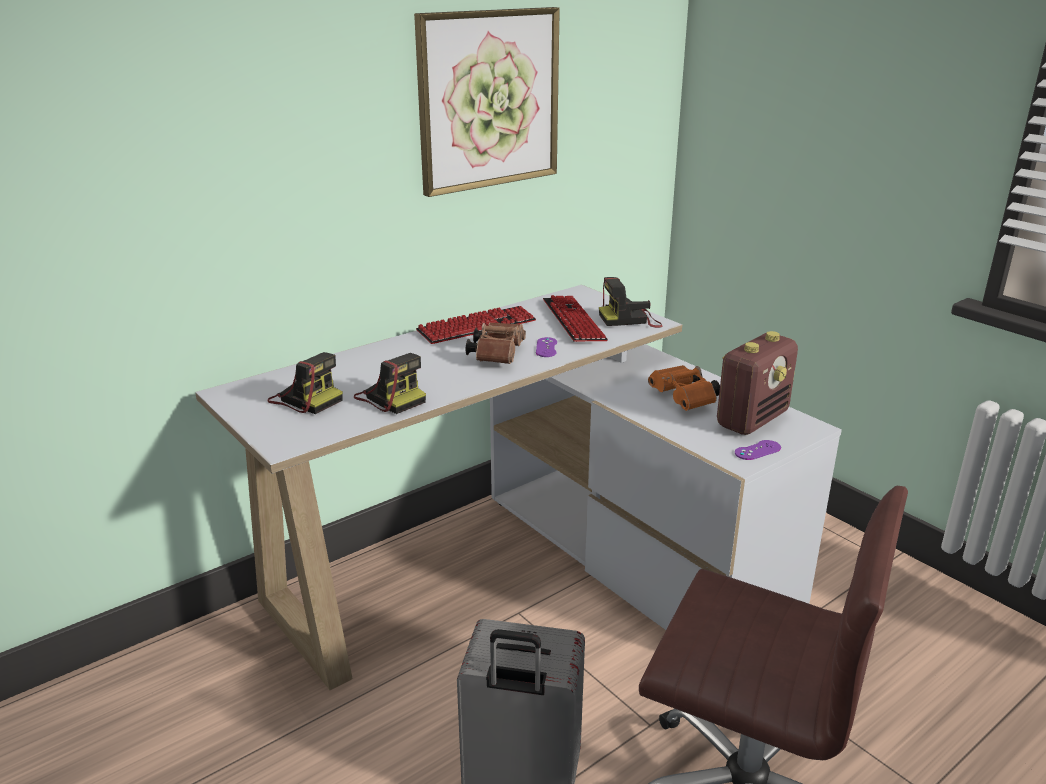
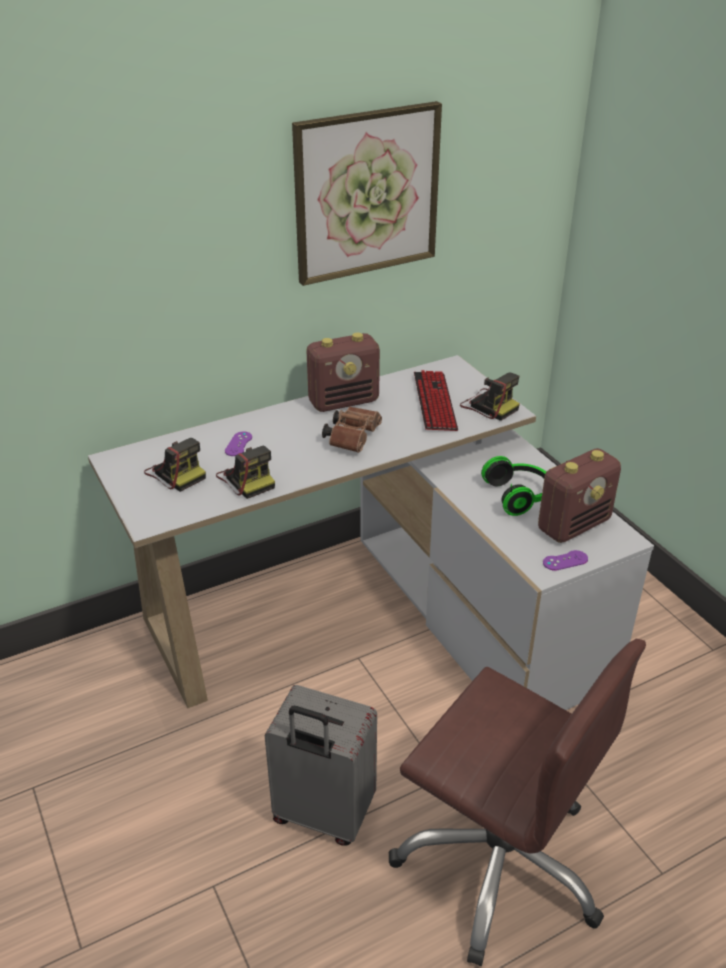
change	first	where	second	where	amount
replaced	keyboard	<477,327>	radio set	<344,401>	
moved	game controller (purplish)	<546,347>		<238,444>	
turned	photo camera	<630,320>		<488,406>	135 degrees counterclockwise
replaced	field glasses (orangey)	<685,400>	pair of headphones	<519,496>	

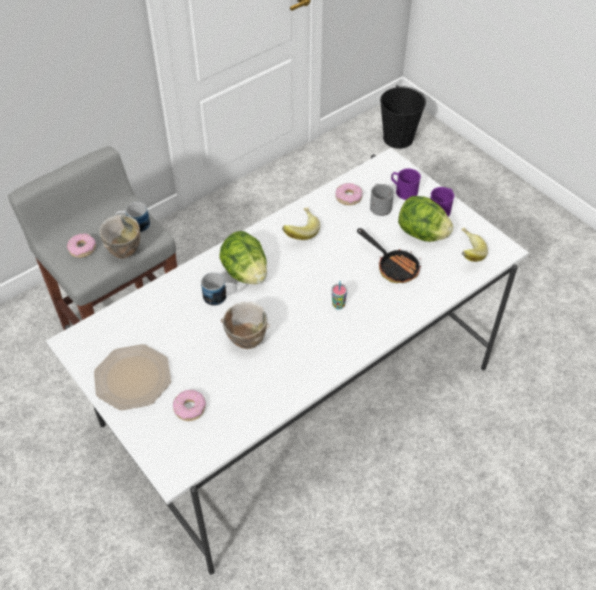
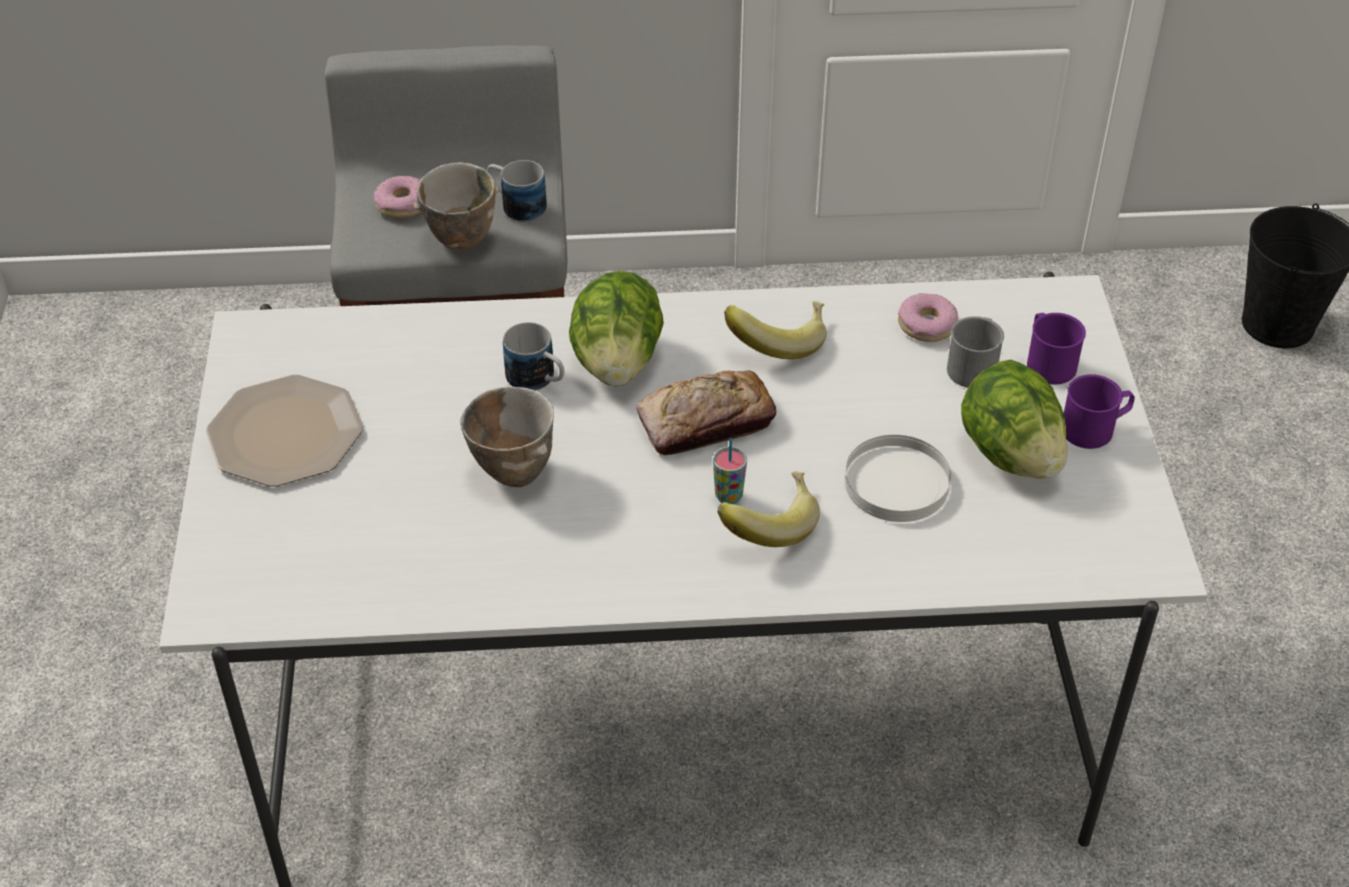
change	first	where	second	where	amount
removed	doughnut	<189,408>			
replaced	frying pan	<393,266>	plate (white-coloured)	<897,482>	
moved	banana fruit	<466,253>		<768,524>	
added			bakery bread	<706,423>	

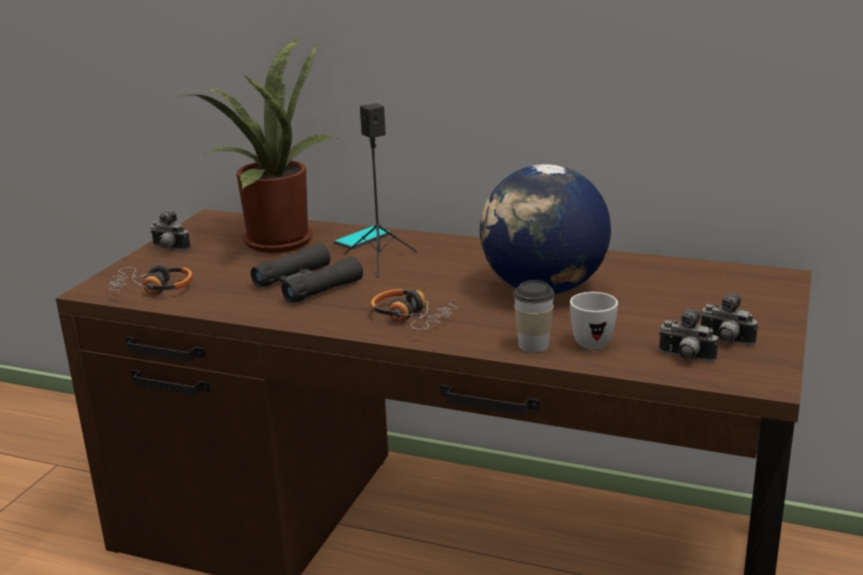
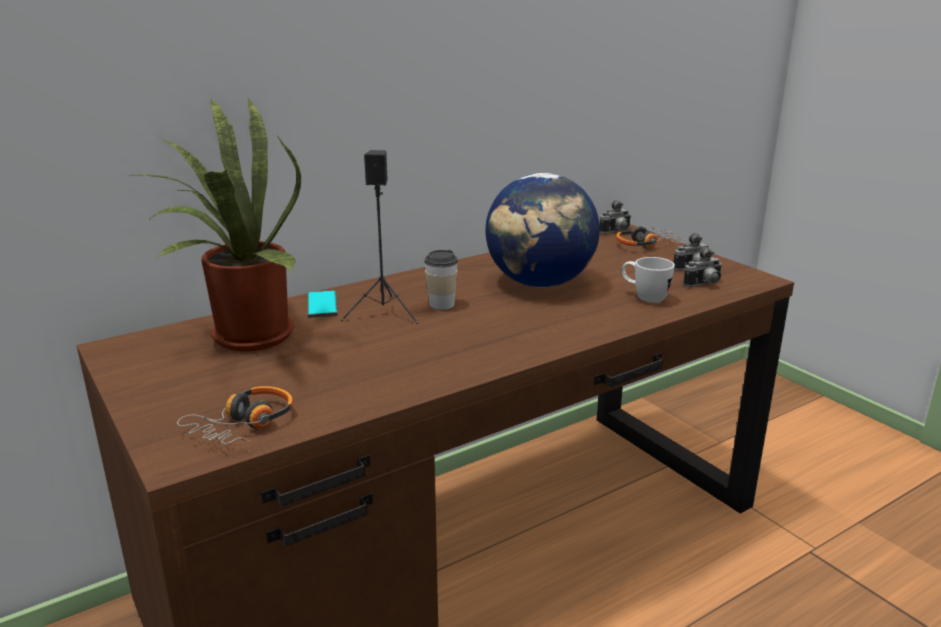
change	first	where	second	where	amount
moved	photo camera	<169,249>		<616,232>	
removed	field glasses (black)	<307,284>			
moved	pair of headphones	<412,317>		<647,245>	
moved	cup	<533,345>		<441,304>	

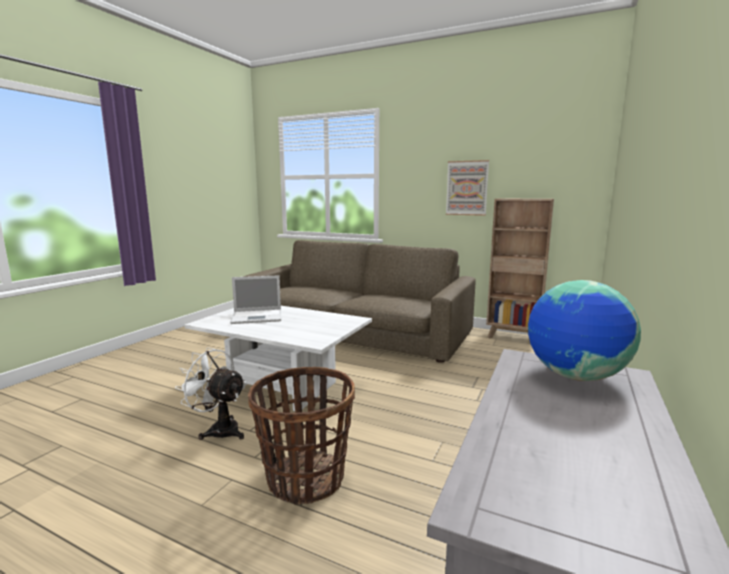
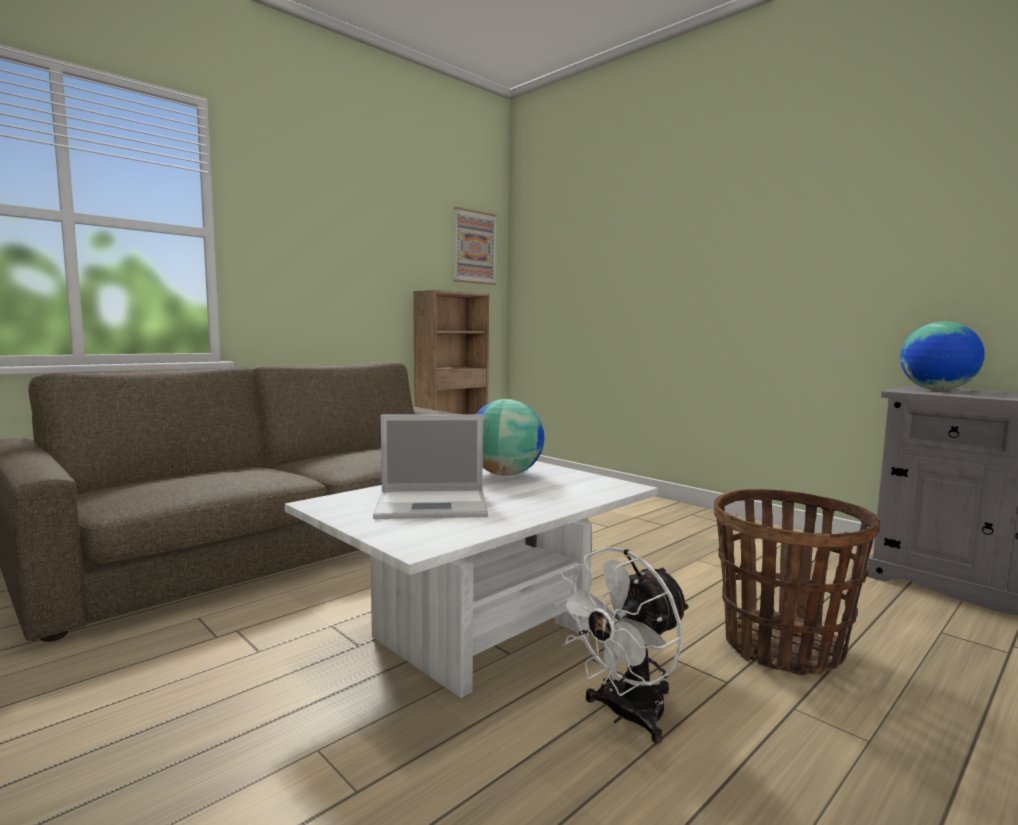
change	first	where	second	where	amount
turned	portable computer	<258,317>		<434,505>	75 degrees clockwise
moved	wall art	<467,188>		<474,247>	
added			desk globe	<505,474>	

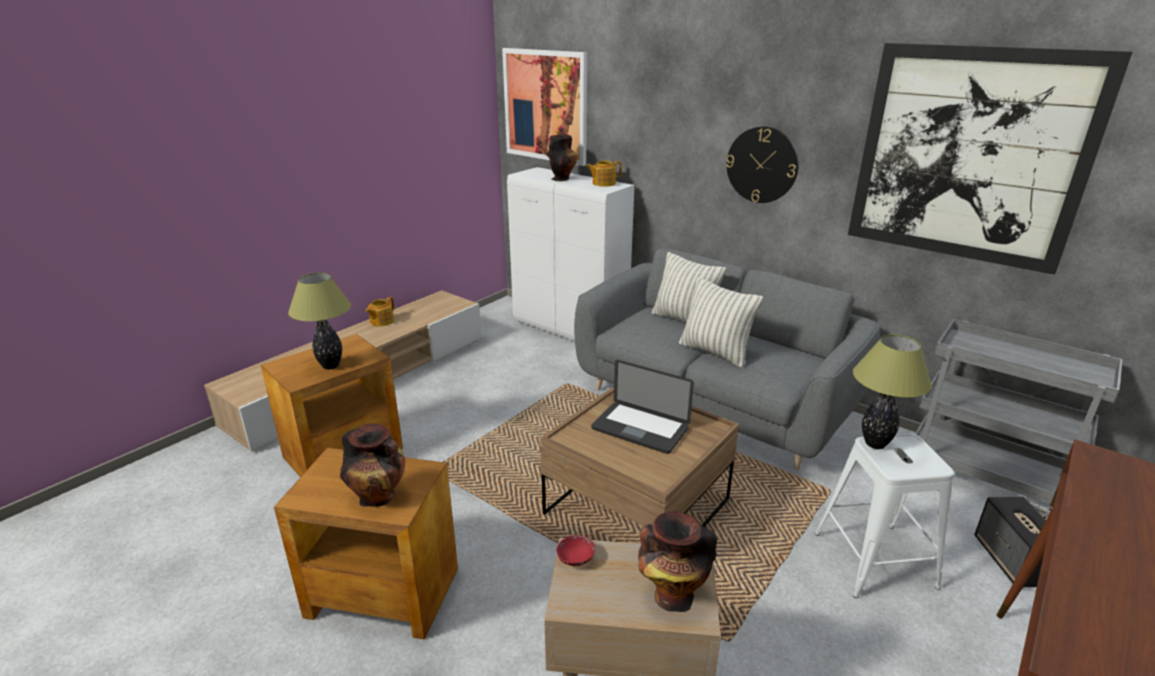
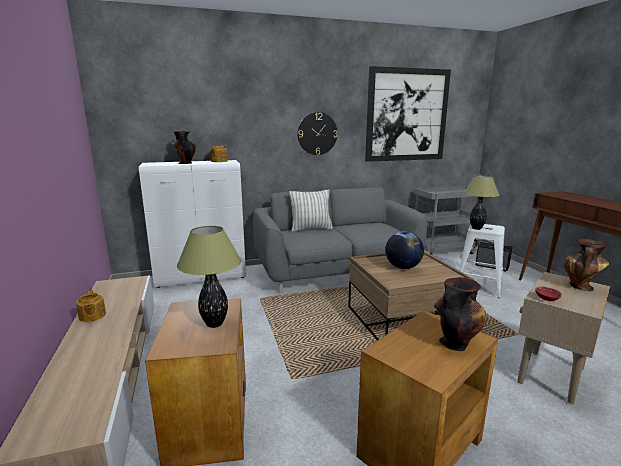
change	first	where	second	where	amount
removed	wall art	<545,106>			
replaced	portable computer	<640,428>	desk globe	<403,267>	
removed	pillow	<715,352>			

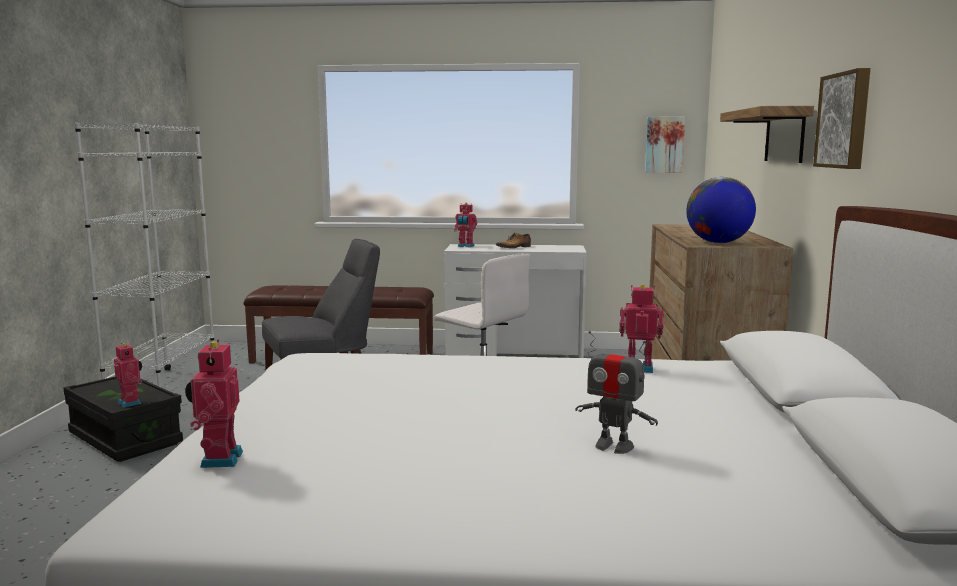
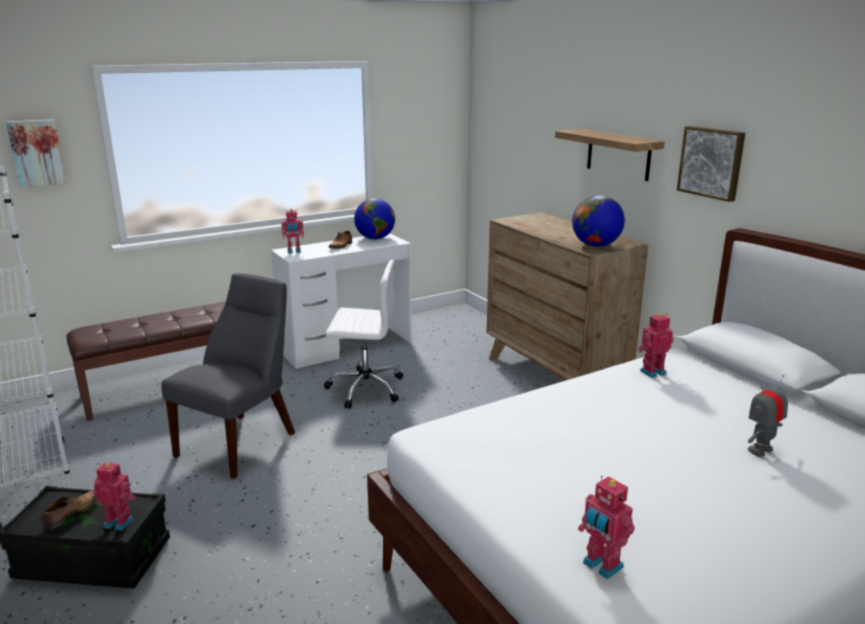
change	first	where	second	where	amount
turned	robot figure	<613,446>		<760,450>	150 degrees clockwise
moved	wall art	<664,145>		<36,153>	
added			low shoe	<72,513>	
added			desk globe	<375,238>	

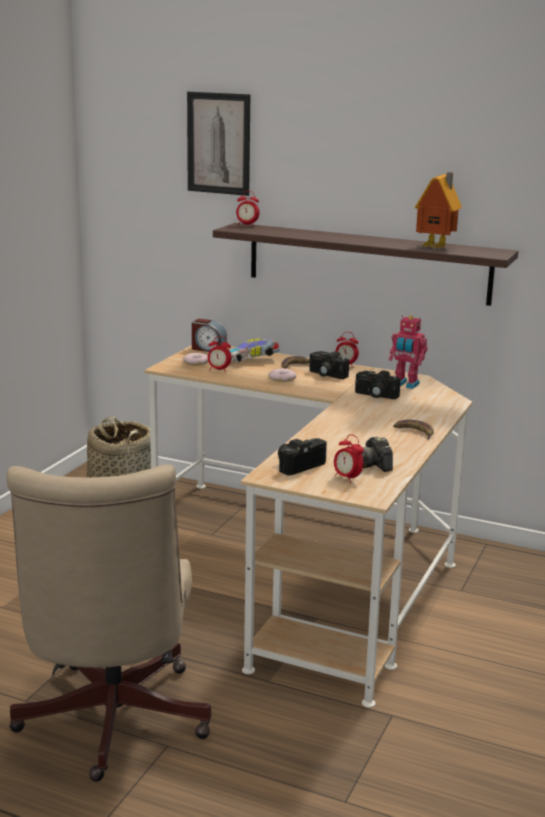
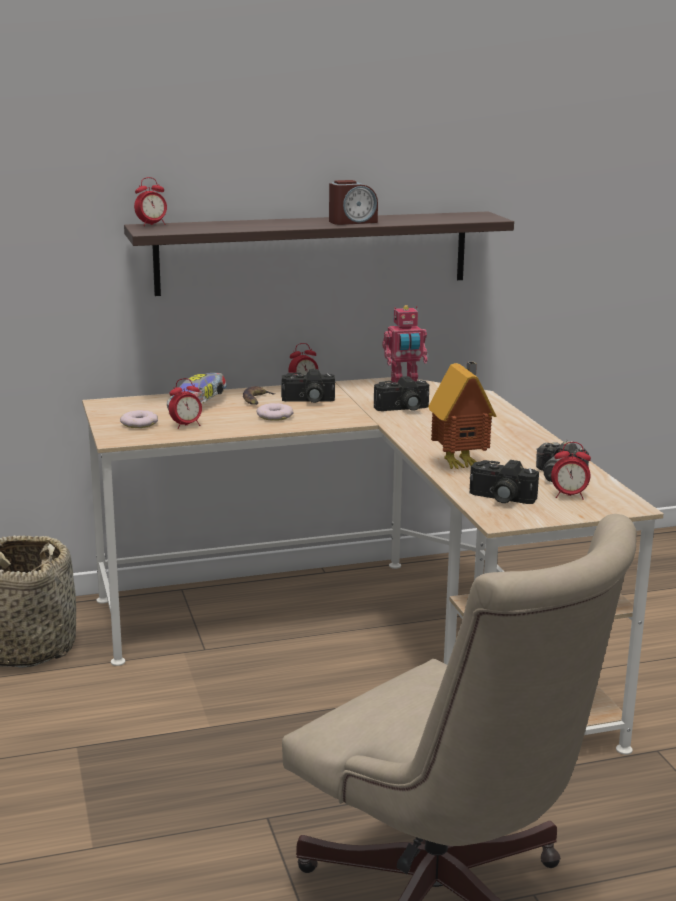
change	first	where	second	where	amount
removed	wall art	<218,143>			
moved	alarm clock	<208,349>		<352,222>	
turned	photo camera	<298,465>		<500,498>	75 degrees counterclockwise
removed	banana fruit	<414,432>			
moved	miniature house	<437,247>		<461,465>	

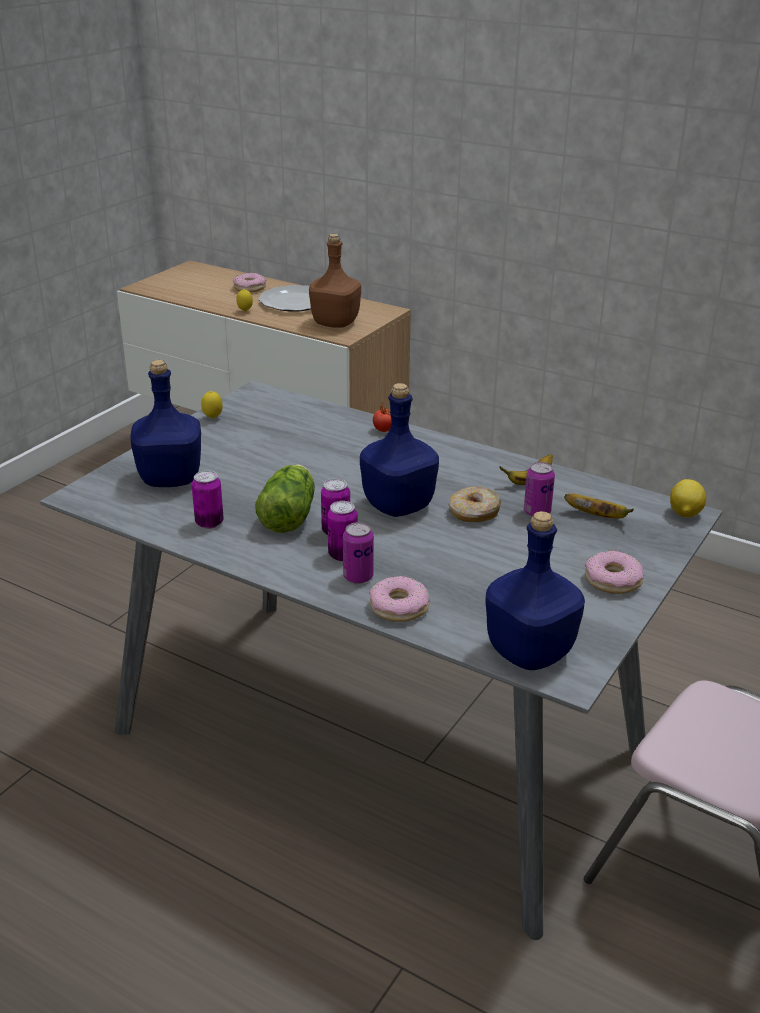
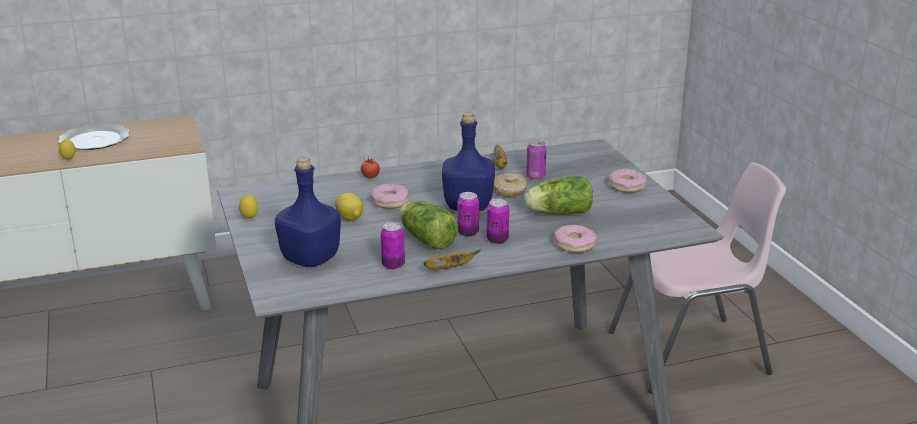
change	first	where	second	where	amount
moved	doughnut	<249,288>		<390,202>	
removed	bottle (brown-coloured)	<335,323>			
removed	metal can	<358,577>			
removed	bottle (blue)	<528,651>			
moved	banana fruit	<598,516>		<449,268>	
moved	citrus fruit	<684,514>		<350,219>	
added			lettuce head	<557,213>	

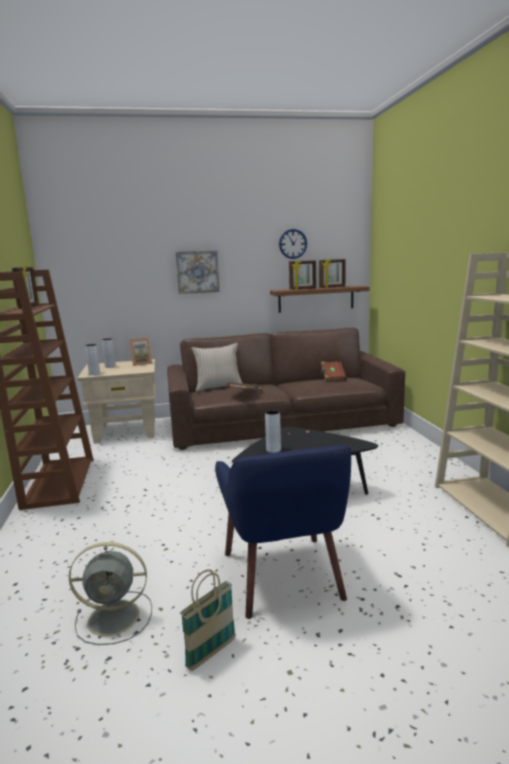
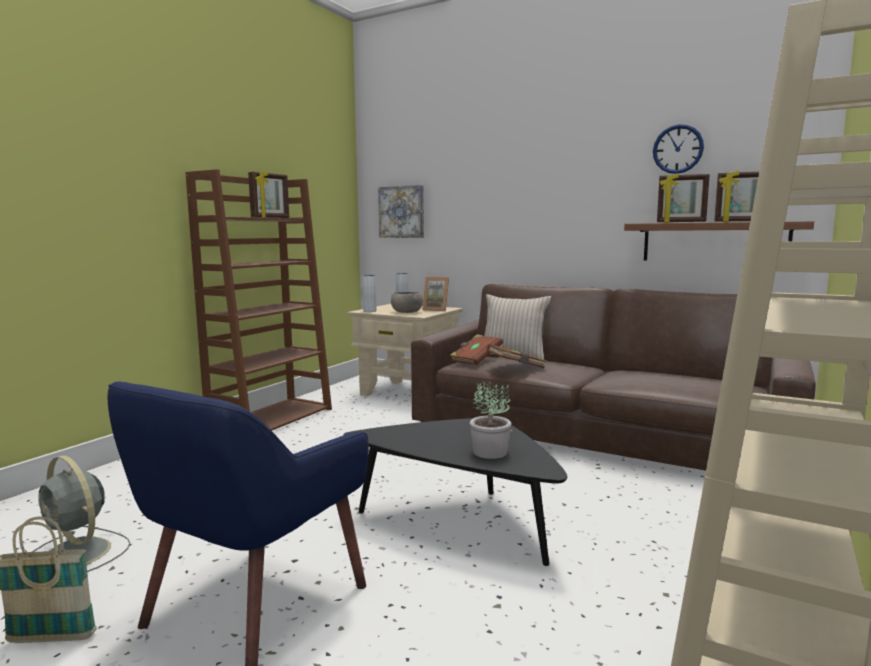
change	first	where	second	where	amount
moved	wall art	<197,272>		<402,212>	
removed	flower vase (greyish)	<273,450>			
moved	book (brown-coloured)	<332,377>		<475,360>	
added			deep dish (greyish)	<407,312>	
added			potted plant	<490,452>	

